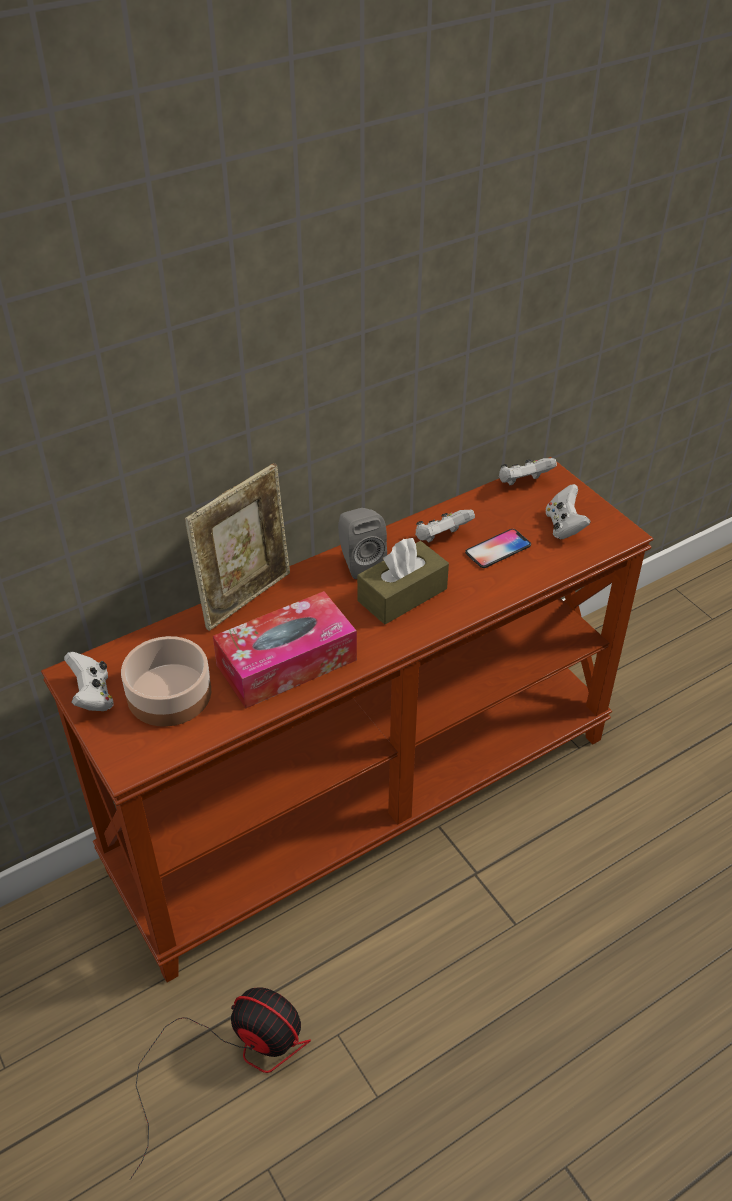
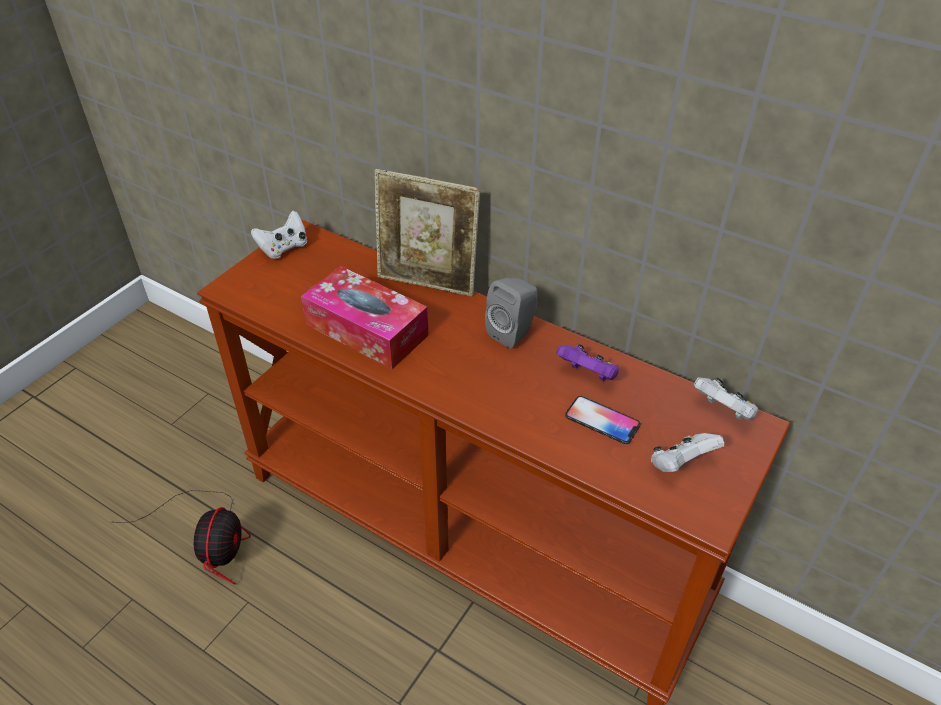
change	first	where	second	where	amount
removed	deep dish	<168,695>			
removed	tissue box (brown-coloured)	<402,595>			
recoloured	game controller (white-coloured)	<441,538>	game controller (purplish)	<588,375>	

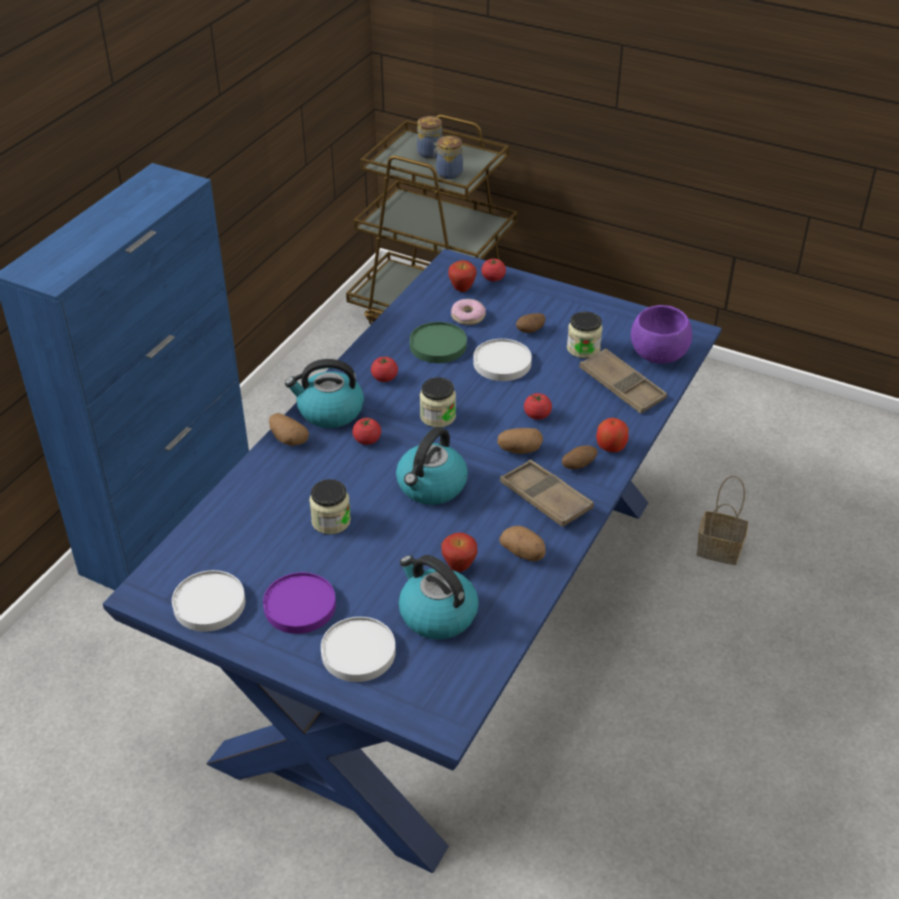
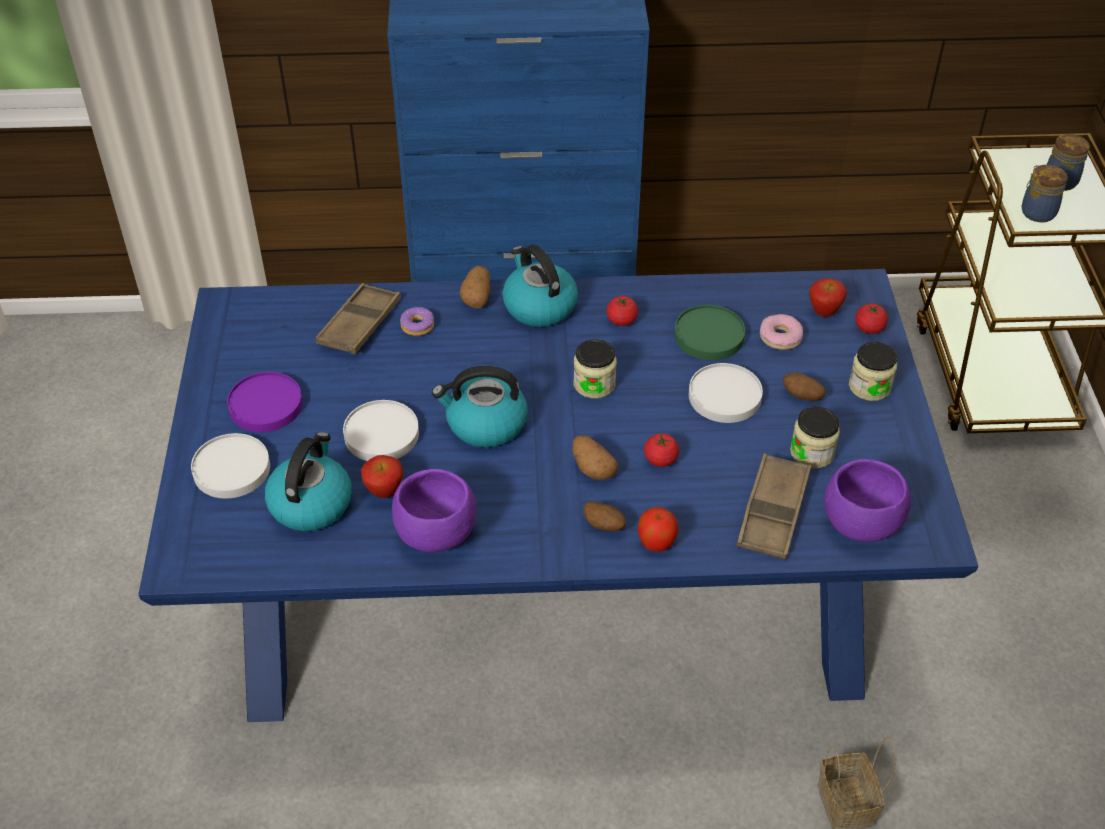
change	first	where	second	where	amount
moved	plate (white-coloured)	<209,604>		<381,435>	
moved	jar	<331,521>		<869,386>	
removed	tomato	<367,440>			
replaced	potato	<523,553>	deep dish (purplish)	<436,534>	
moved	carrying tray (brown-coloured)	<545,498>		<359,324>	
added			doughnut	<417,326>	

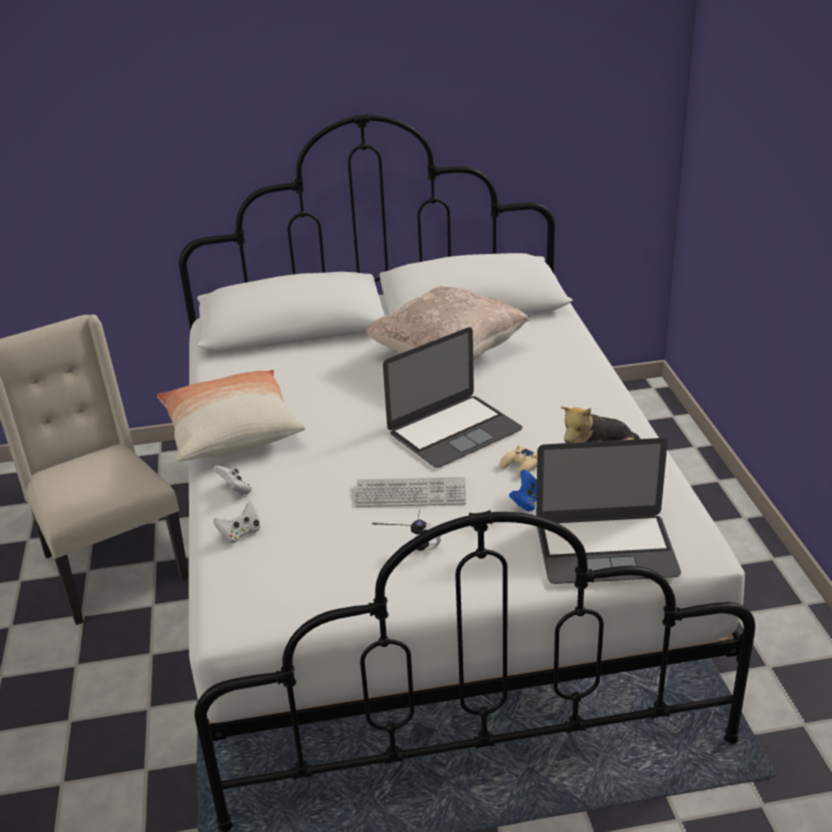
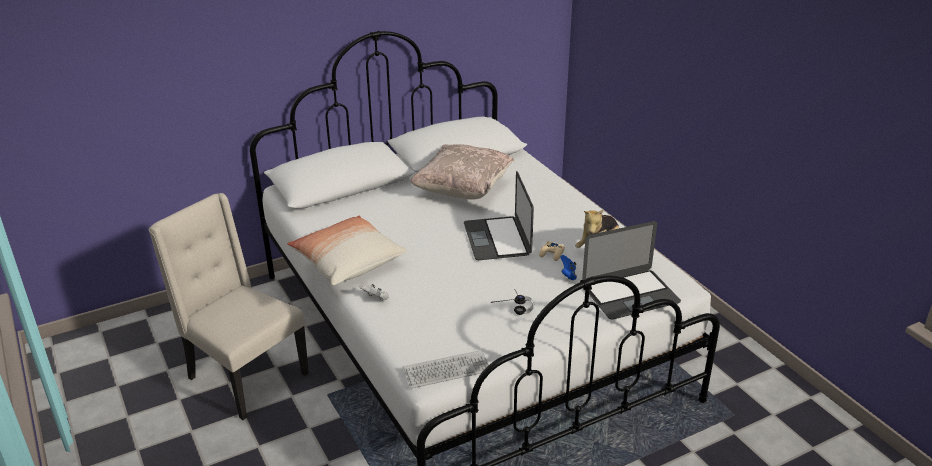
change	first	where	second	where	amount
removed	game controller (white-coloured)	<240,534>			
moved	keyboard	<411,494>		<447,370>	
turned	portable computer	<454,431>		<497,238>	135 degrees clockwise

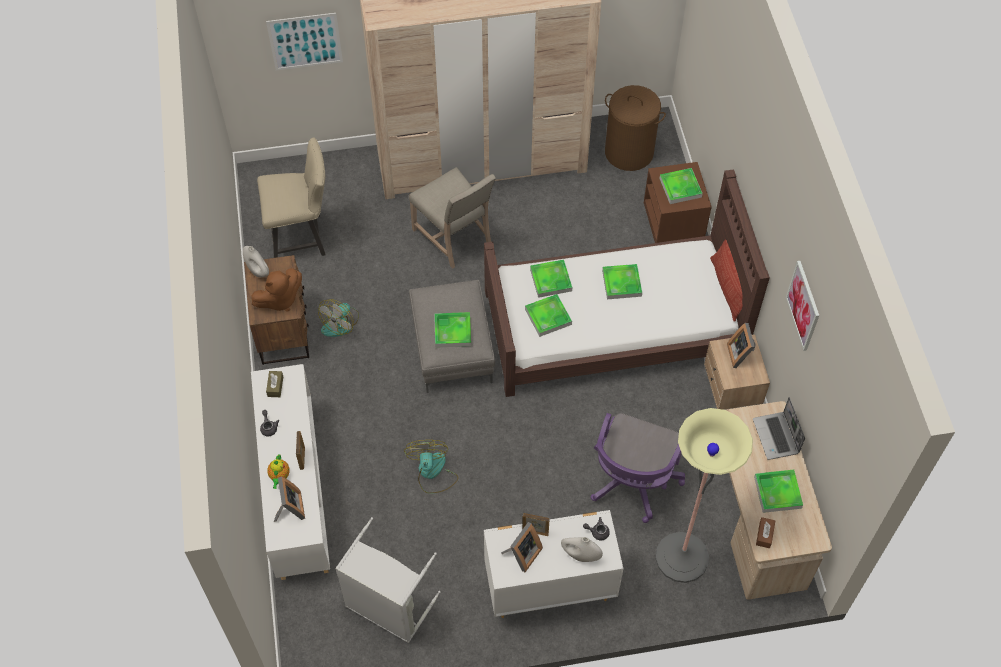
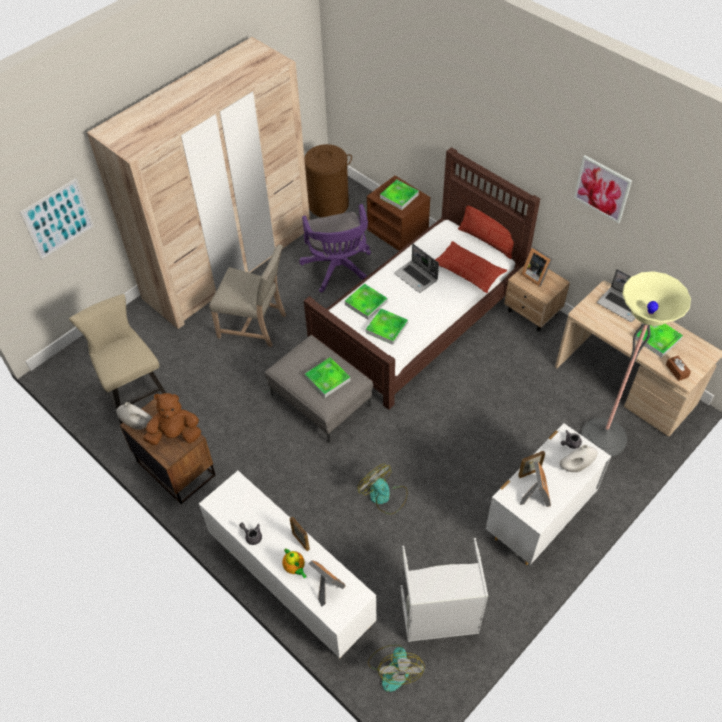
change	first	where	second	where	amount
turned	soft toy (brown-coloured)	<279,300>		<175,435>	120 degrees counterclockwise
turned	plain chair (sand-coloured)	<302,238>		<134,392>	75 degrees counterclockwise
removed	tissue box (brown-coloured)	<275,386>			
moved	electric fan	<340,323>		<394,668>	
moved	computer chair (purplish)	<632,483>		<338,270>	
replaced	carrying tray	<621,283>	portable computer	<416,277>	
added			pillow	<468,270>	

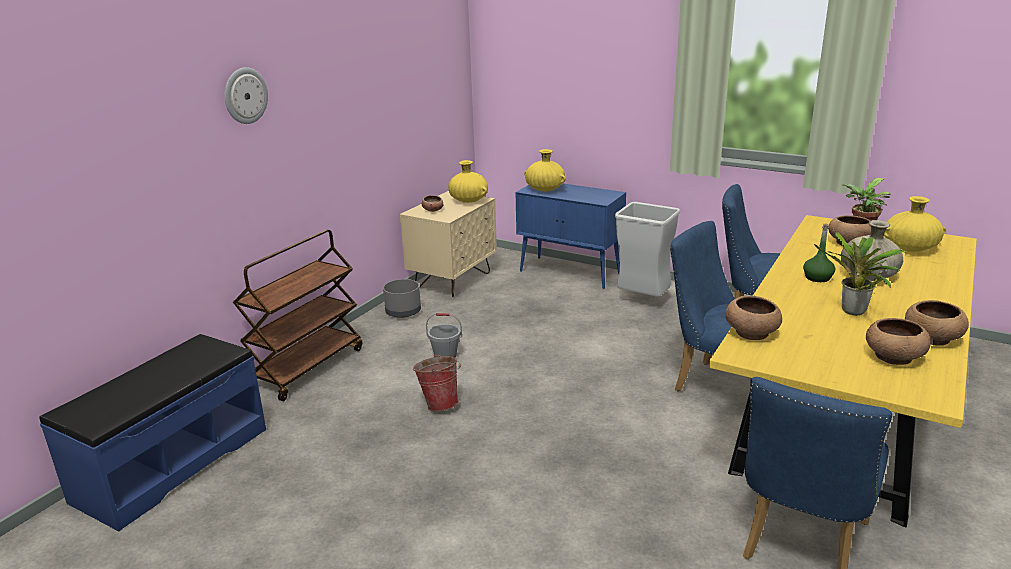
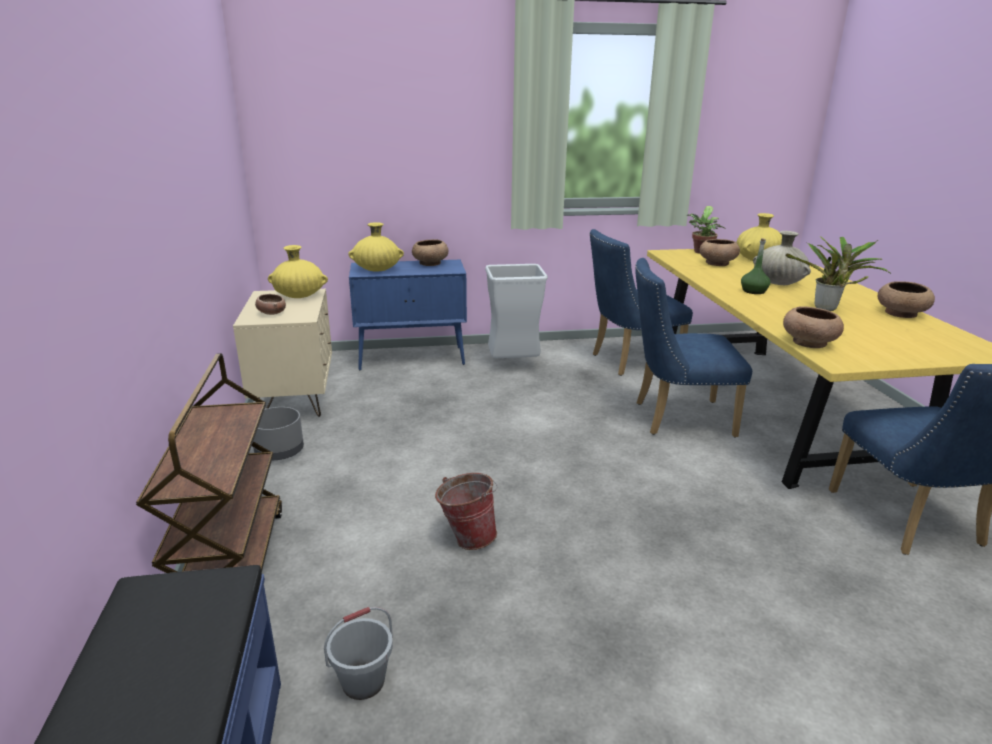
change	first	where	second	where	amount
removed	hanging clock	<245,95>			
moved	water bucket (greyish)	<445,355>		<363,681>	
moved	deep dish (brown-coloured)	<893,357>		<430,263>	

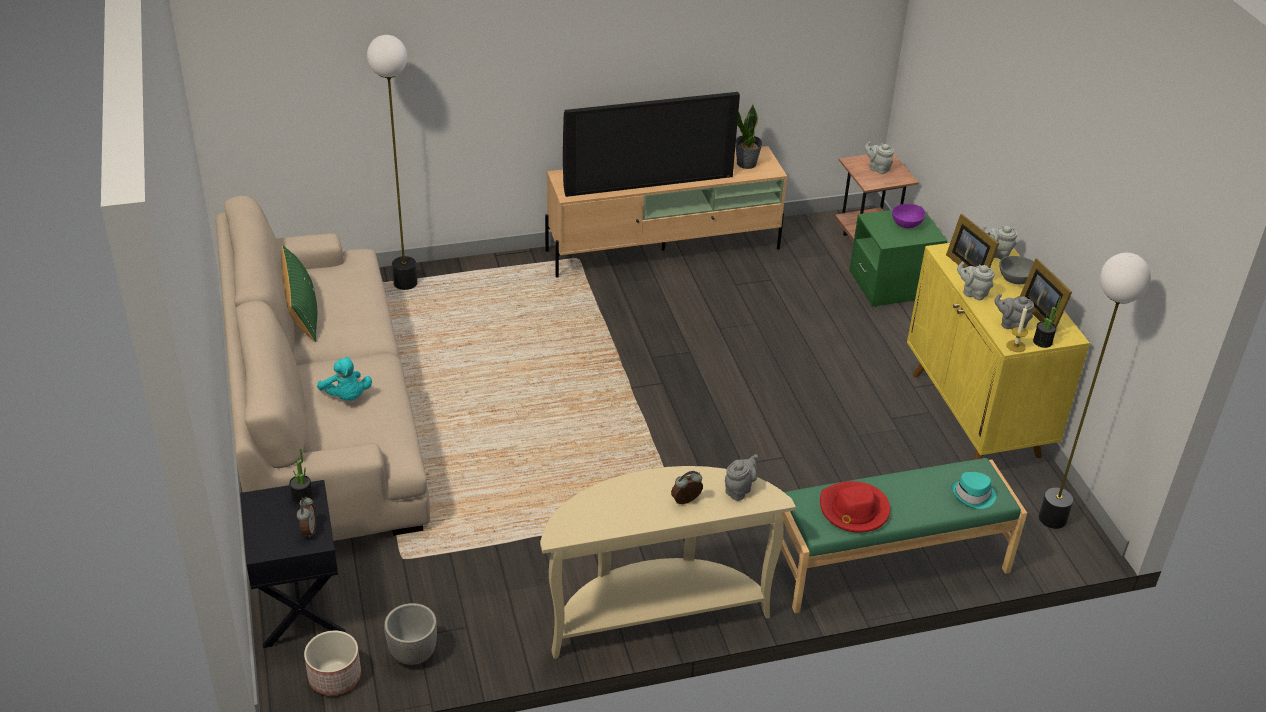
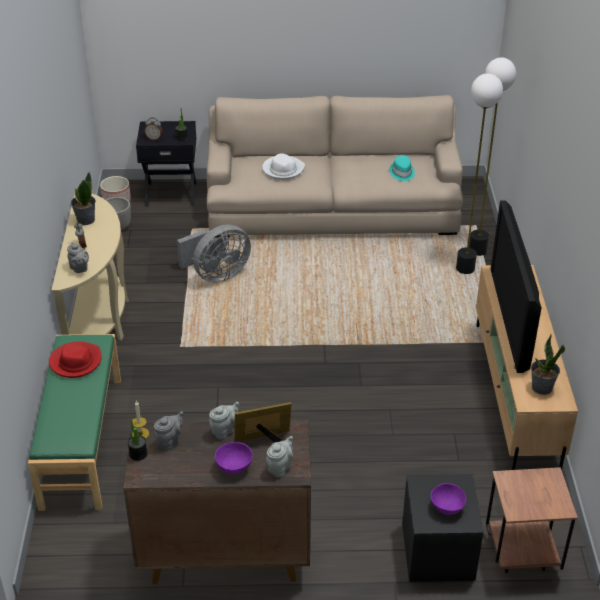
change	first	where	second	where	amount
removed	pillow (green)	<302,311>			
replaced	soft toy (turquoise)	<346,397>	hat (white-coloured)	<283,169>	
recoloured	night table (green)	<892,285>	night table (black)	<437,552>	
removed	teapot (greyish)	<877,168>			
recoloured	storage cabinet (yellow-coloured)	<975,415>	storage cabinet (brown-coloured)	<223,553>	
moved	hat (turquoise)	<973,495>		<402,173>	
recoloured	deep dish (greyish)	<1016,280>	deep dish (purplish)	<233,467>	
removed	photo frame	<1041,313>			
moved	standing lamp	<1052,519>		<464,269>	
added			potted plant	<85,220>	
added			electric fan (greyish)	<217,275>	

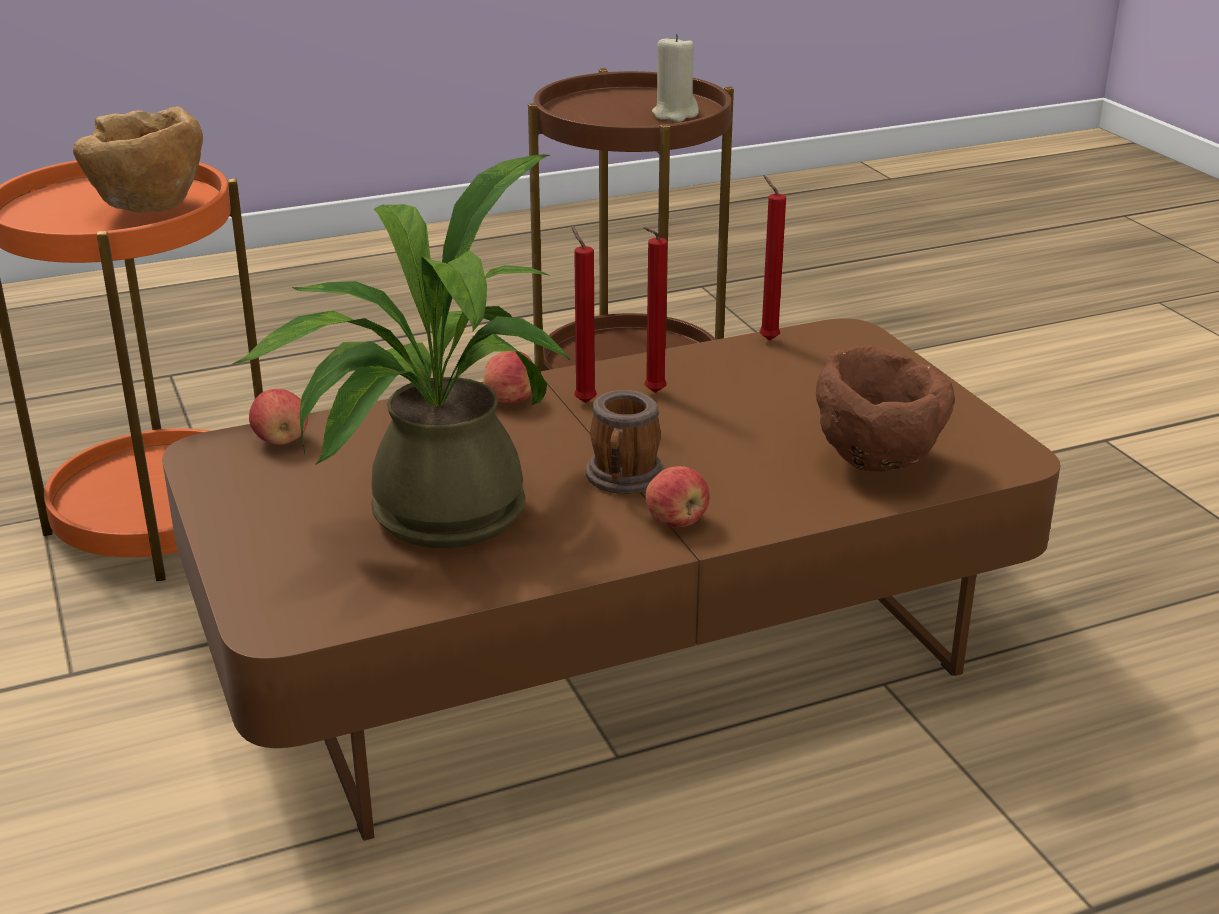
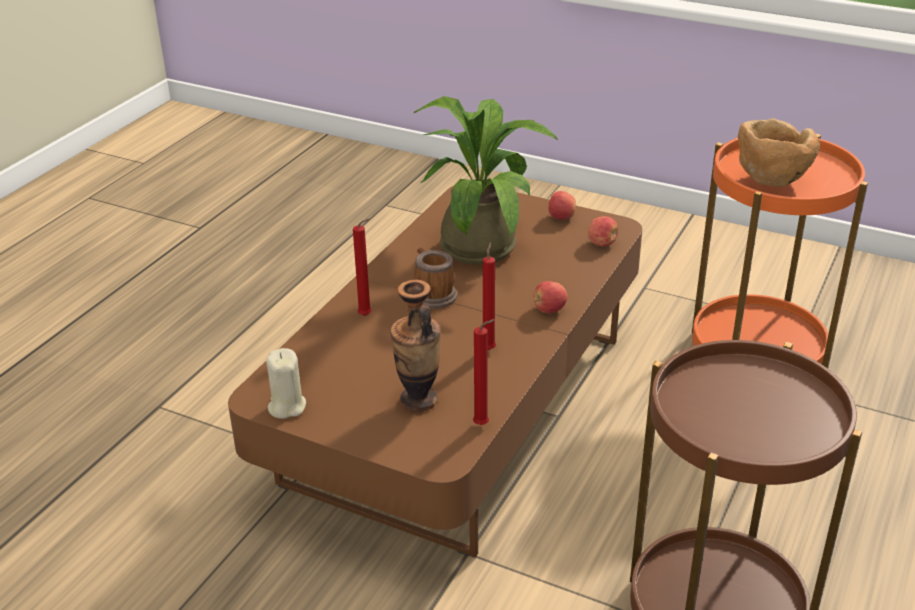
change	first	where	second	where	amount
moved	wax candle (red-coloured)	<583,401>		<367,316>	
moved	apple	<677,521>		<561,217>	
moved	wax candle (sand-coloured)	<675,114>		<286,406>	
removed	deep dish (brown-coloured)	<878,462>			
added			flower vase	<418,400>	

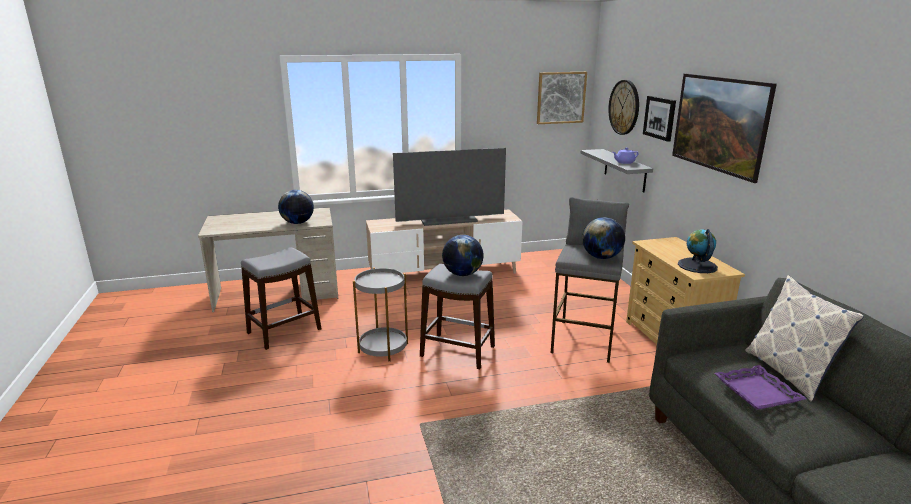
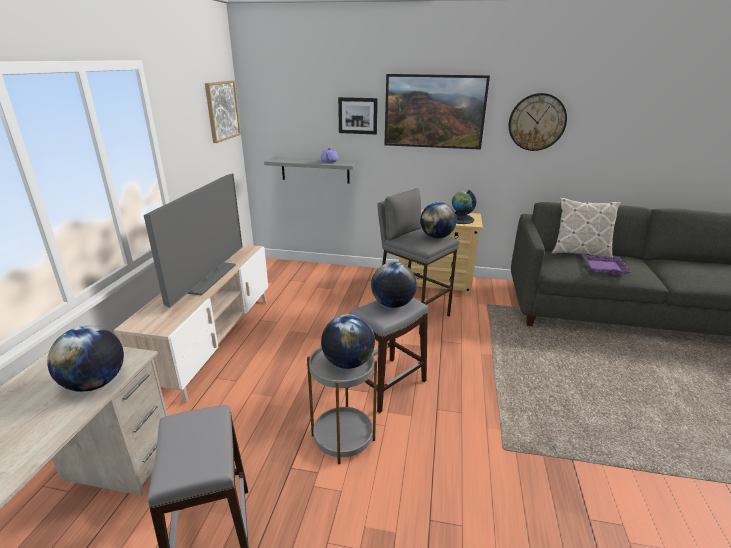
change	first	where	second	where	amount
moved	hanging clock	<624,107>		<537,122>	
added			desk globe	<348,363>	

